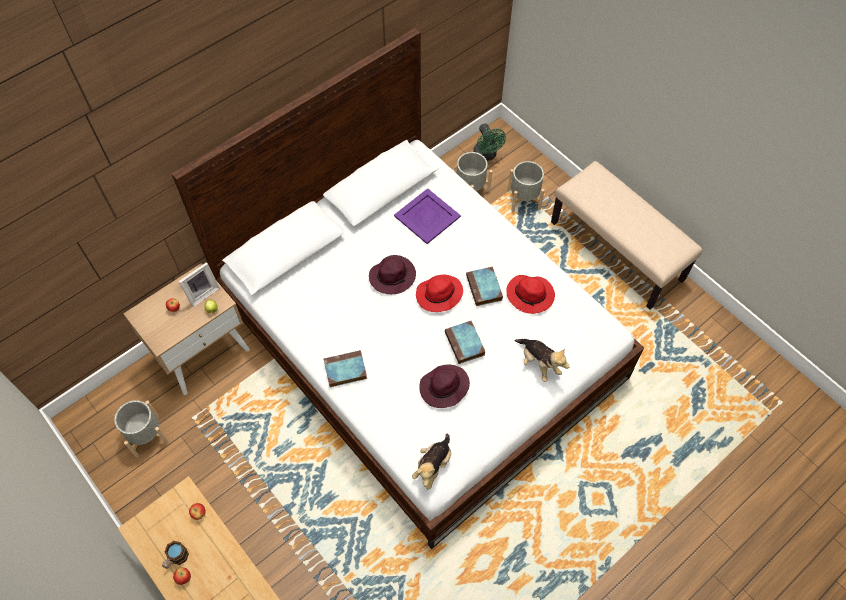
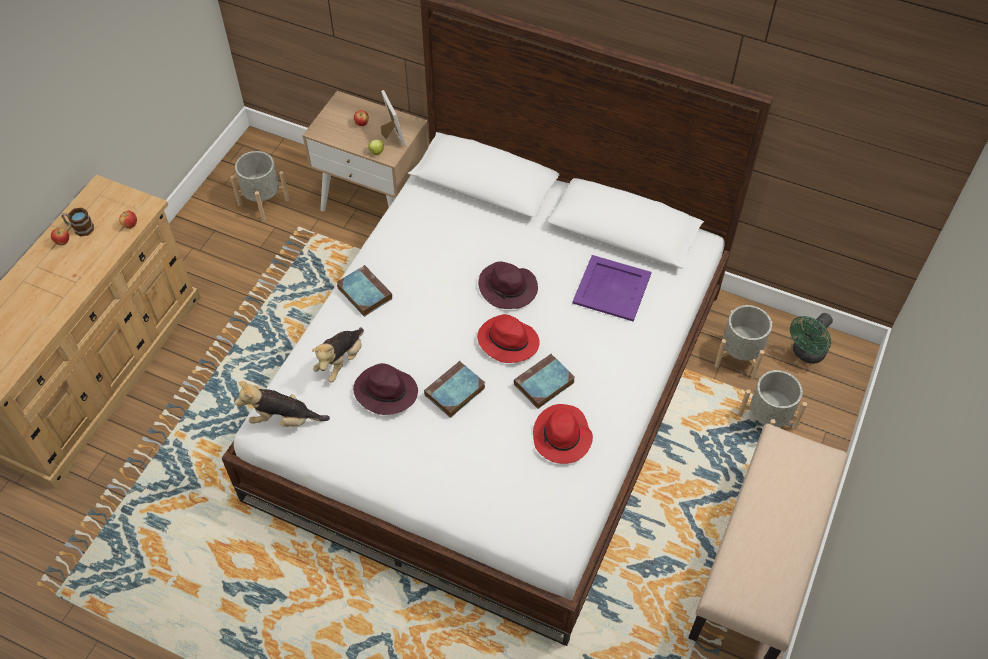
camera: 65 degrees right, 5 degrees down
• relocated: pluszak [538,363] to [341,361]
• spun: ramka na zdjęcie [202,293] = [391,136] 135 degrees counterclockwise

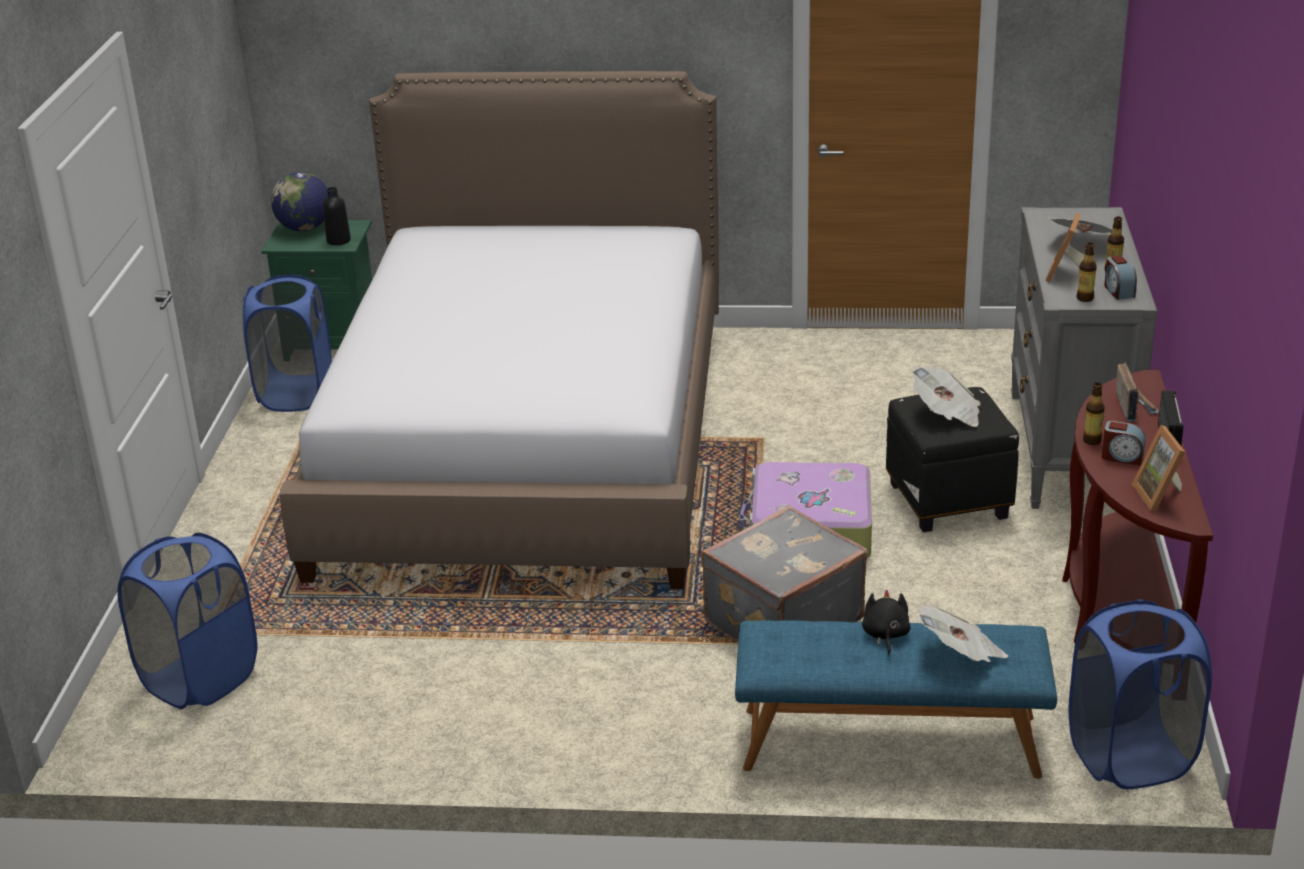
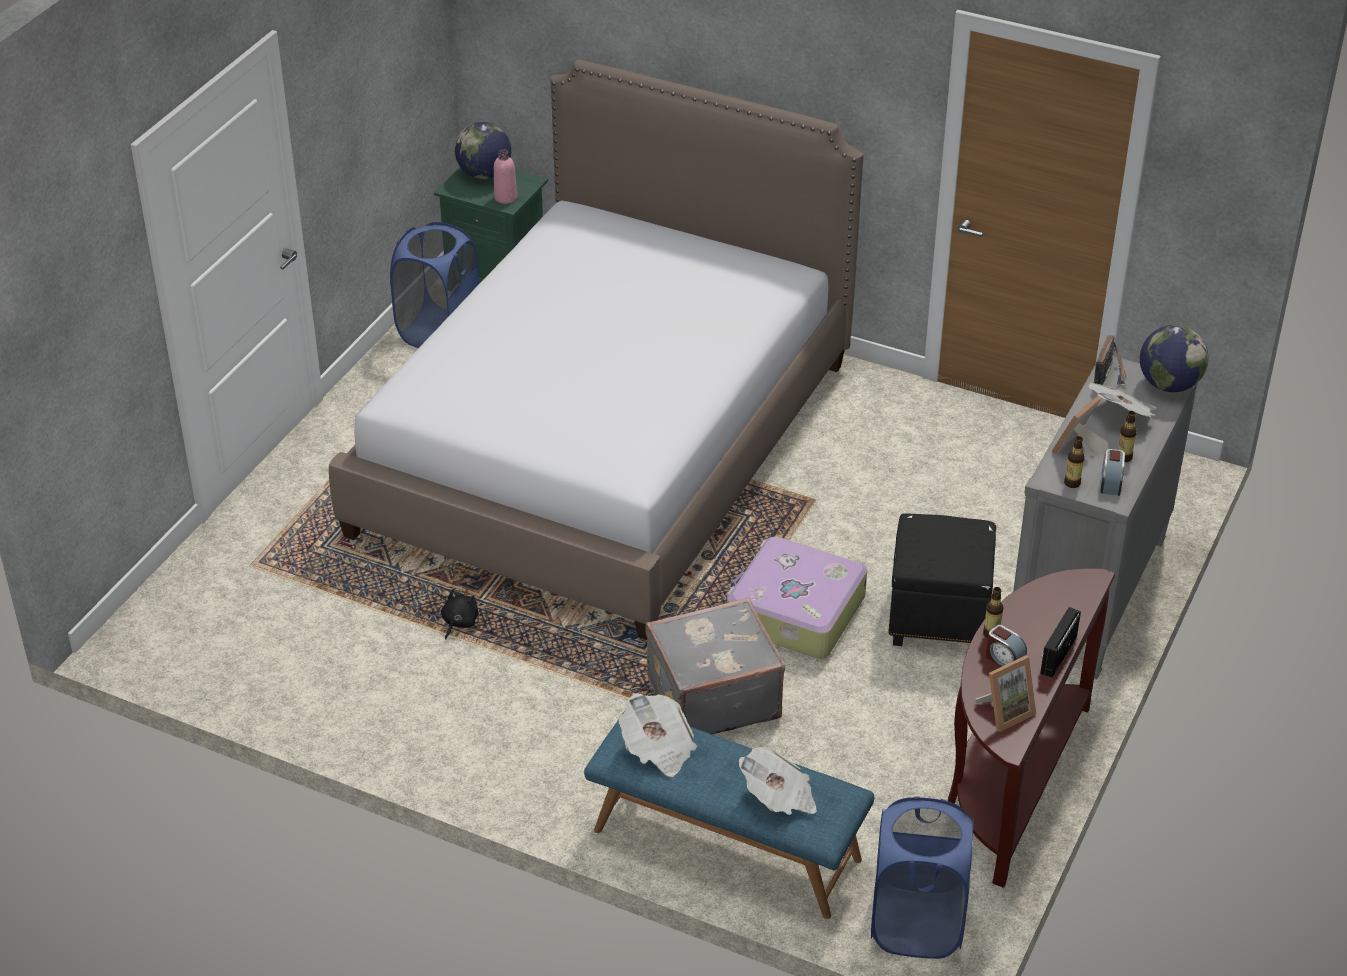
camera: 20 degrees right, 10 degrees up
• relocated: pluszak [czarny] [885,635] to [459,622]
• colour: butelka [czarny] [338,240] to butelka [różowy] [505,197]
• relocated: gazeta [947,413] to [658,749]
• spun: ramka na zdjęcie [1161,496] = [1005,711] 135 degrees counterclockwise
• relocated: radio [1133,407] to [1110,375]
• appeared: globus [1169,385]
• missing: kosz na pranie [niebieski] [200,679]

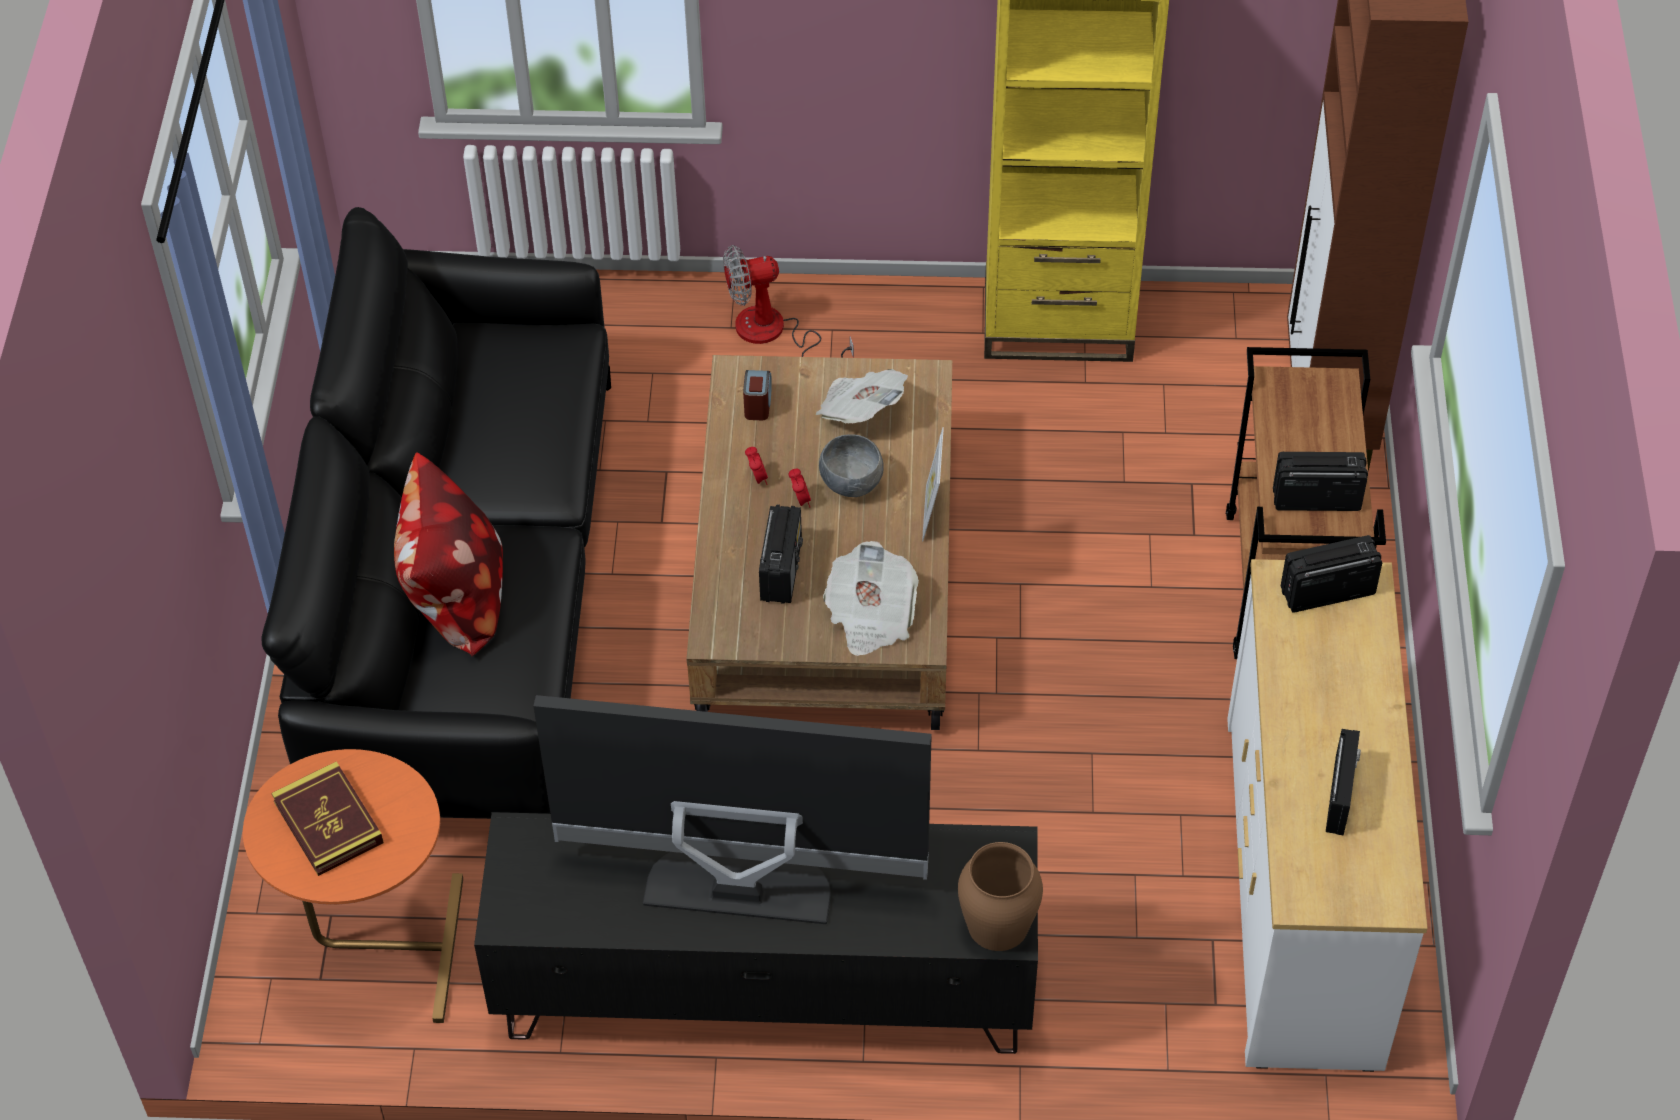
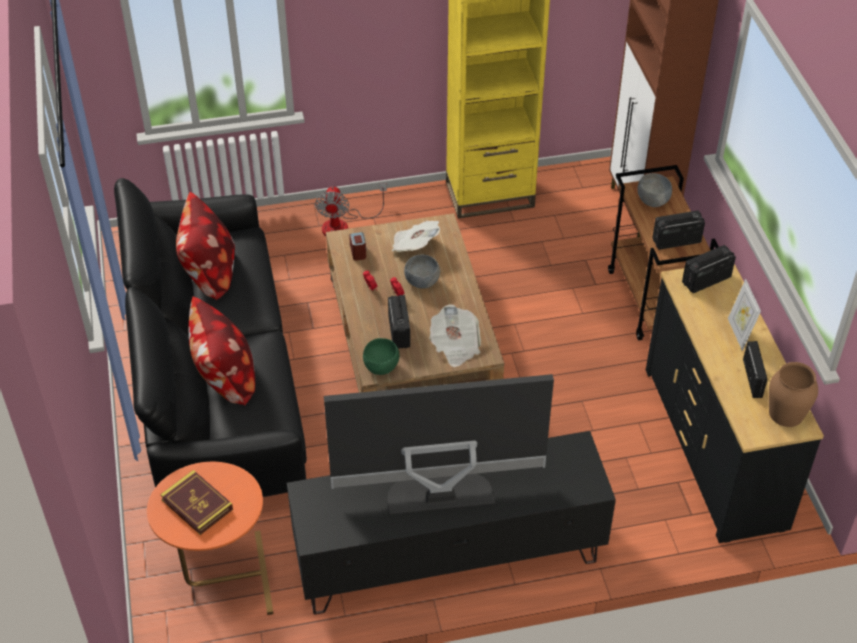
camera: 15 degrees left, 5 degrees down
• appeared: poduszka [209,274]
• spun: wentylator [774,334] = [343,225] 60 degrees counterclockwise
• appeared: miska [zielony] [381,367]
• appeared: miska [szary] [652,202]
• colour: komoda [biały] [1304,888] to komoda [czarny] [715,446]
• relocated: ramka na zdjęcie [932,513] to [739,333]
• relocated: wazon [brązowy] [998,925] to [786,413]

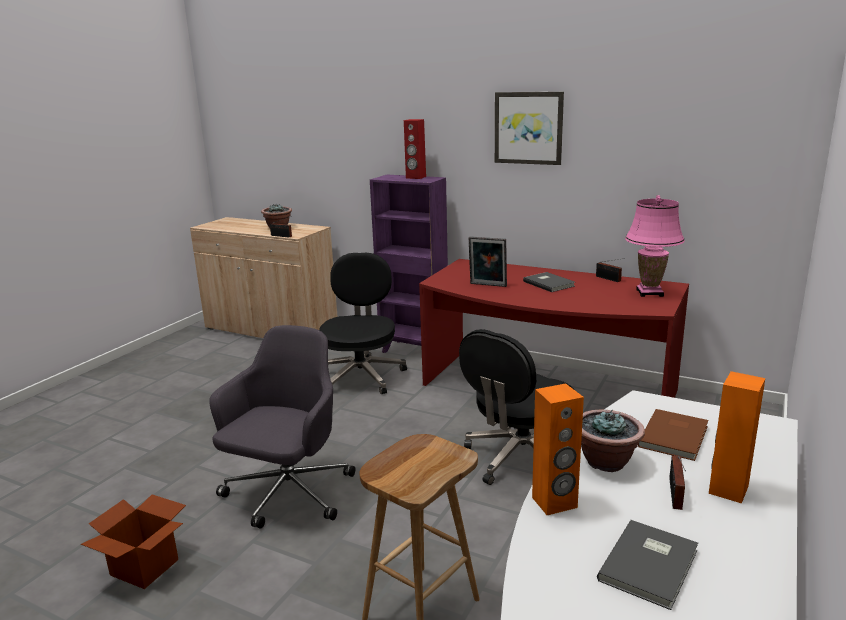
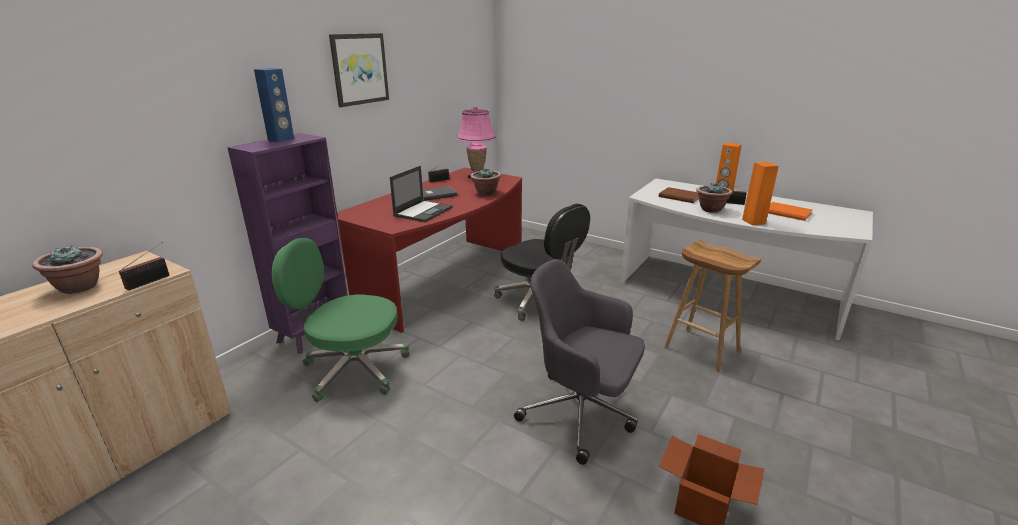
camera: 85 degrees left, 5 degrees up
• colour: głośnik [czerwony] [415,177] to głośnik [niebieski] [281,139]
• colour: krzesło biurowe [czarny] [361,375] to krzesło biurowe [zielony] [353,369]
• exchanged: ramka na zdjęcie [487,285] to laptop [423,211]
• appeared: roślina doniczkowa [486,193]
• colour: książka [szary] [651,565] to książka [pomarańczowy] [787,212]

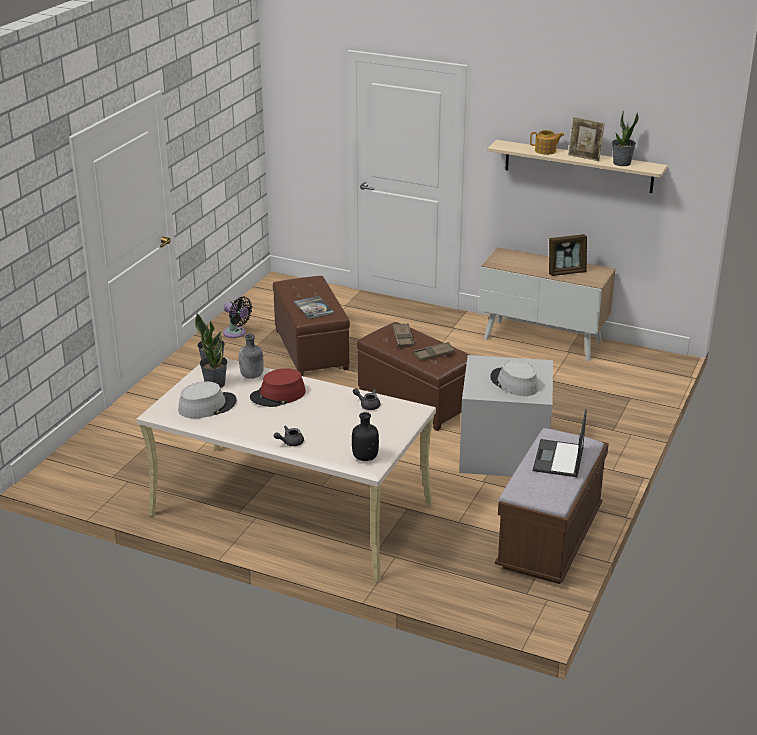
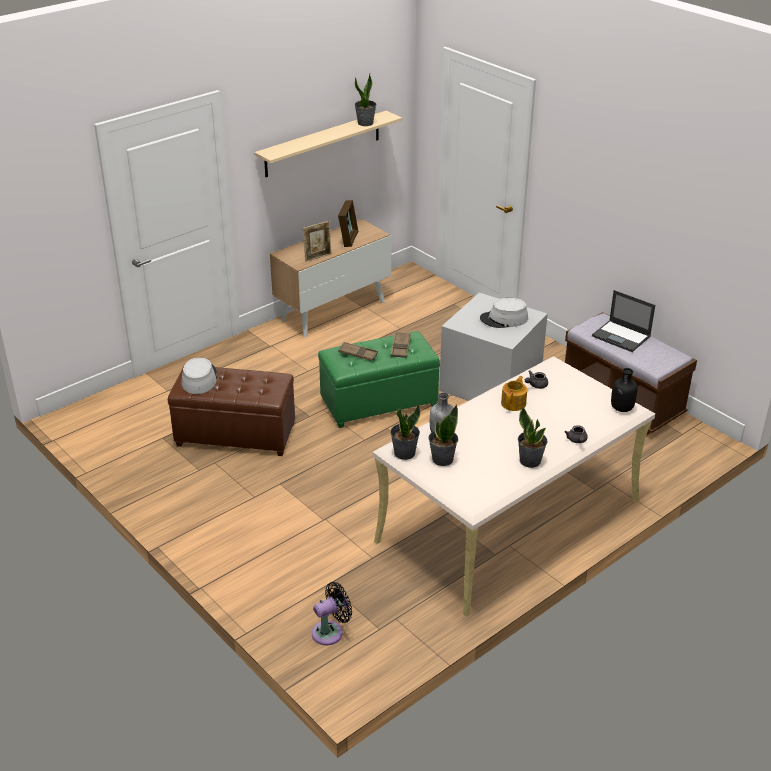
camera: 65 degrees left, 5 degrees up
• relocated: kapelusz [szary] [207,406] to [199,379]
• relocated: ramka na zdjęcie [584,157] to [318,257]
• relocated: wentylator [czarny] [236,333] to [330,632]
• colour: pufa [brązowy] [416,400] to pufa [zielony] [378,402]
• relocated: imbryk [546,151] to [514,403]
• appeared: roślina doniczkowa [530,460]
• missing: kapelusz [czerwony] [278,395]
• missing: książka [313,308]

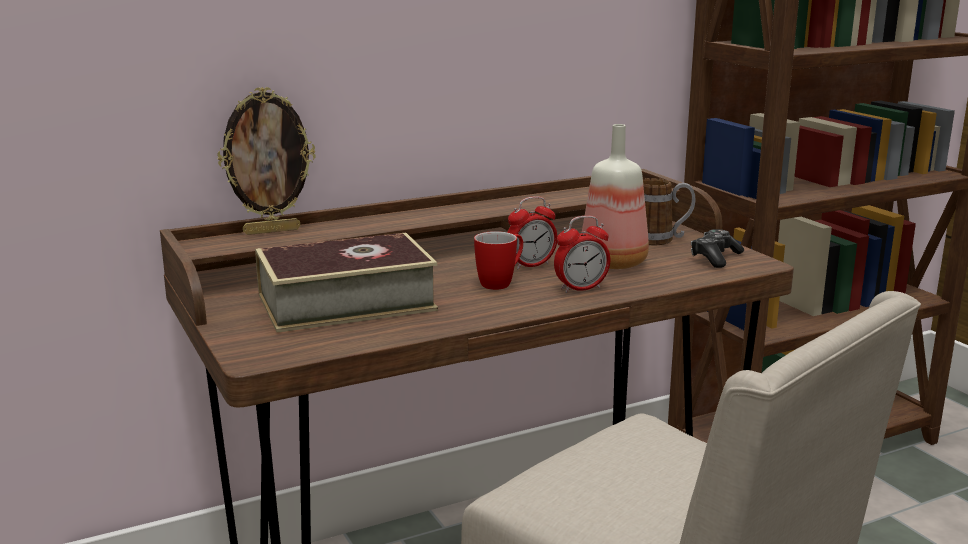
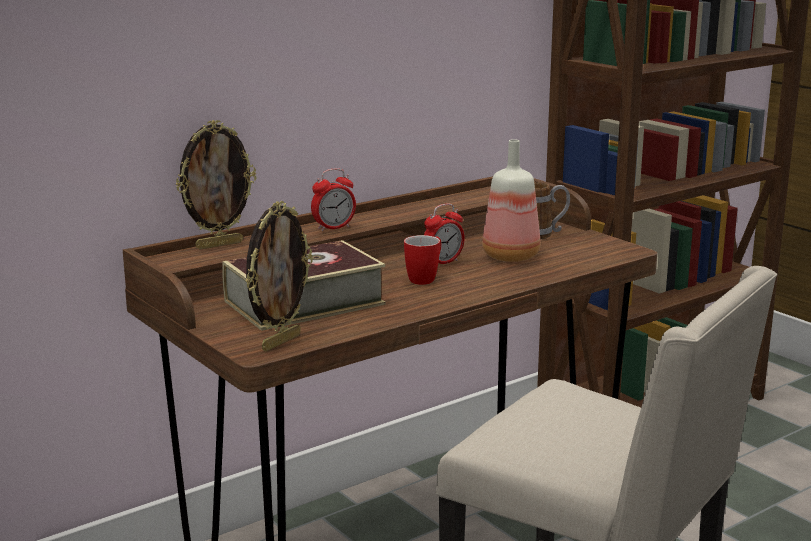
camera: 10 degrees left, 0 degrees up
• appeared: ramka na zdjęcie [280,342]
• relocated: budzik [581,288] to [333,228]
• missing: pad do gier [715,258]

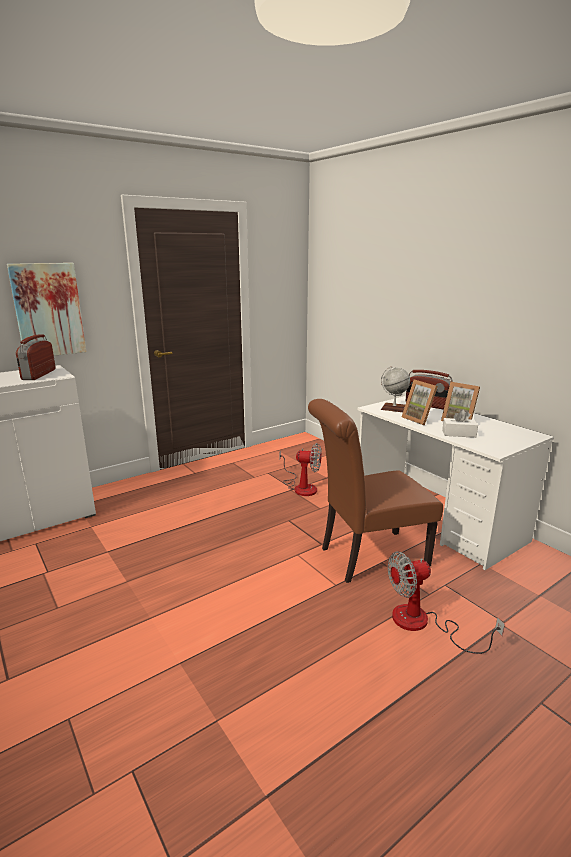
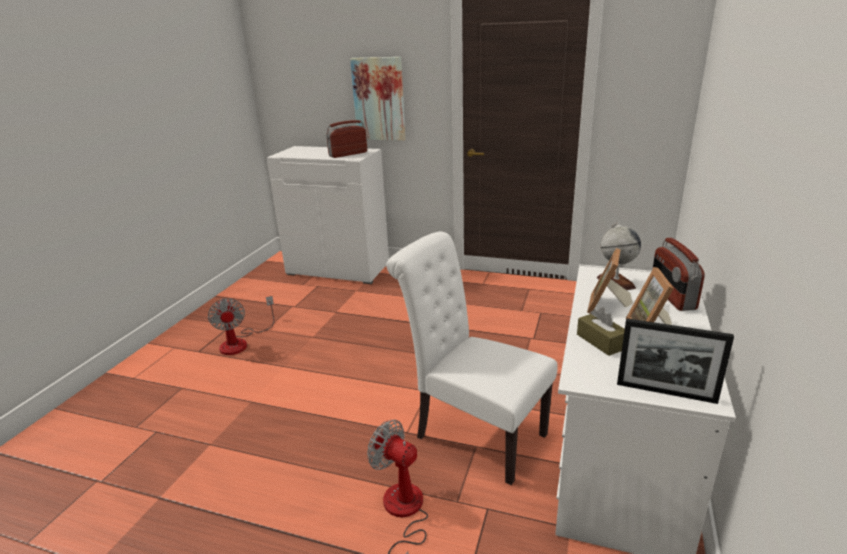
camera: 55 degrees right, 5 degrees up
• relocated: wentylator [301,487] to [241,342]
• colour: krzesło [brązowy] [367,557] to krzesło [biały] [473,433]
• colour: pudełko chusteczek [biały] [459,434] to pudełko chusteczek [brązowy] [601,341]
• appeared: ramka na zdjęcie [665,392]

